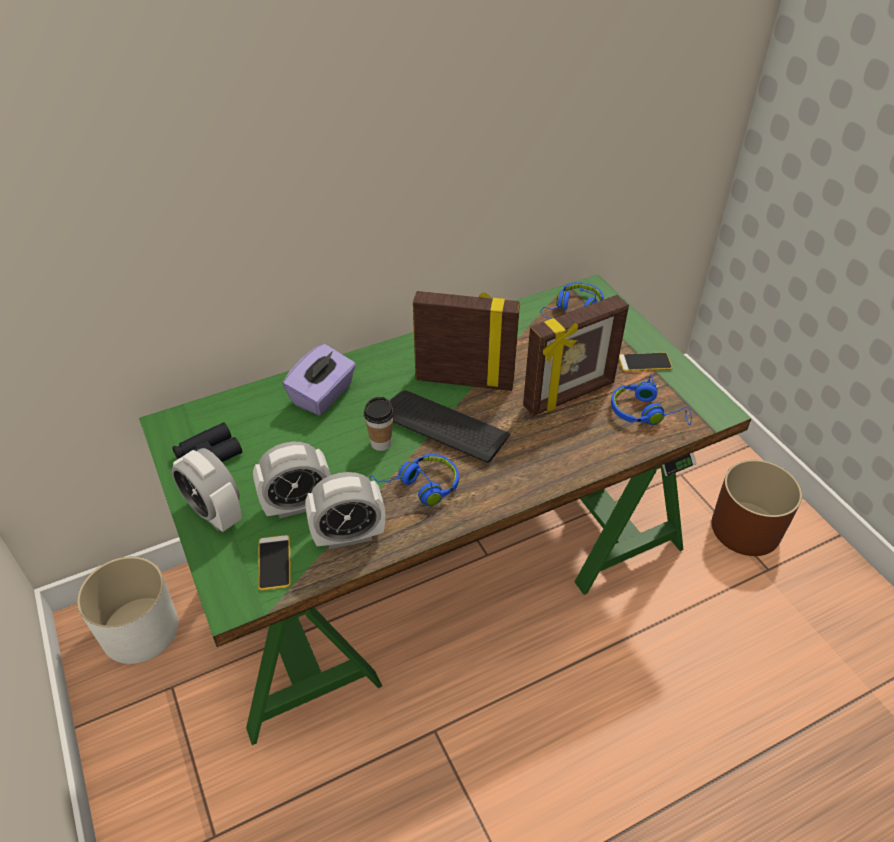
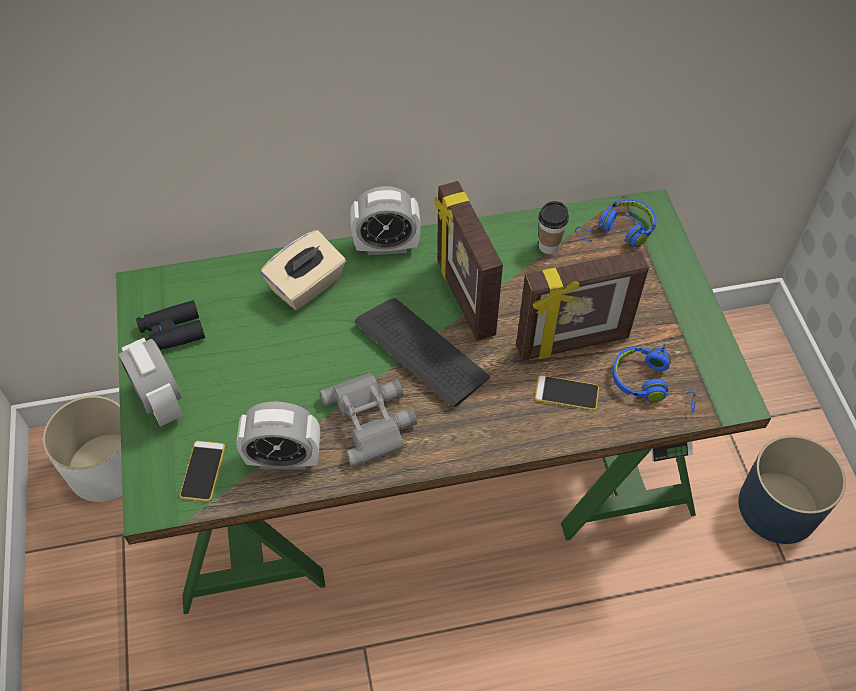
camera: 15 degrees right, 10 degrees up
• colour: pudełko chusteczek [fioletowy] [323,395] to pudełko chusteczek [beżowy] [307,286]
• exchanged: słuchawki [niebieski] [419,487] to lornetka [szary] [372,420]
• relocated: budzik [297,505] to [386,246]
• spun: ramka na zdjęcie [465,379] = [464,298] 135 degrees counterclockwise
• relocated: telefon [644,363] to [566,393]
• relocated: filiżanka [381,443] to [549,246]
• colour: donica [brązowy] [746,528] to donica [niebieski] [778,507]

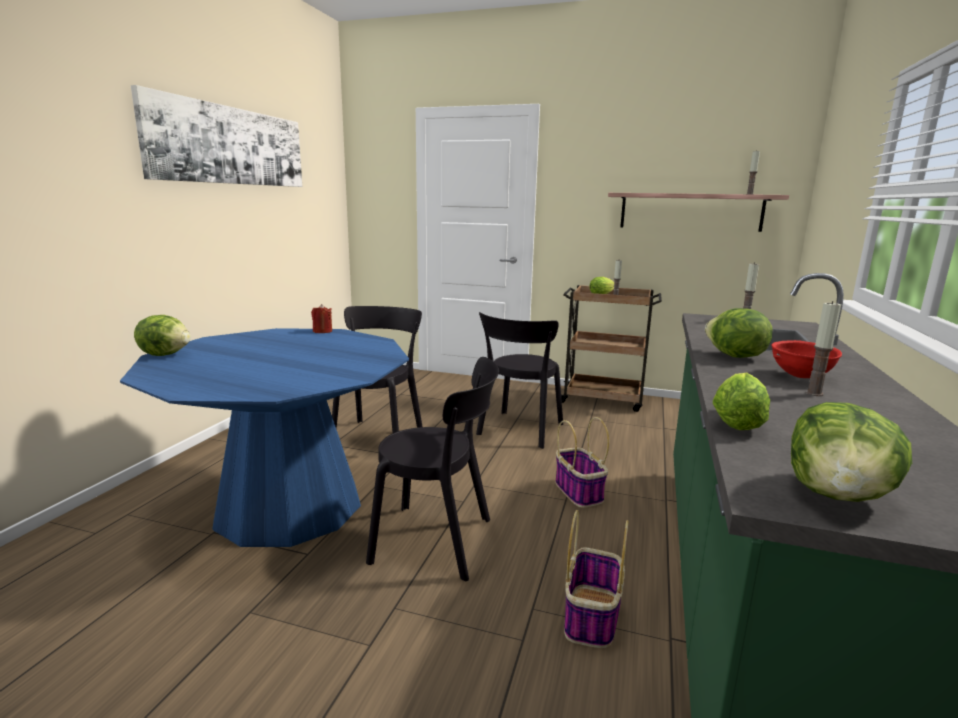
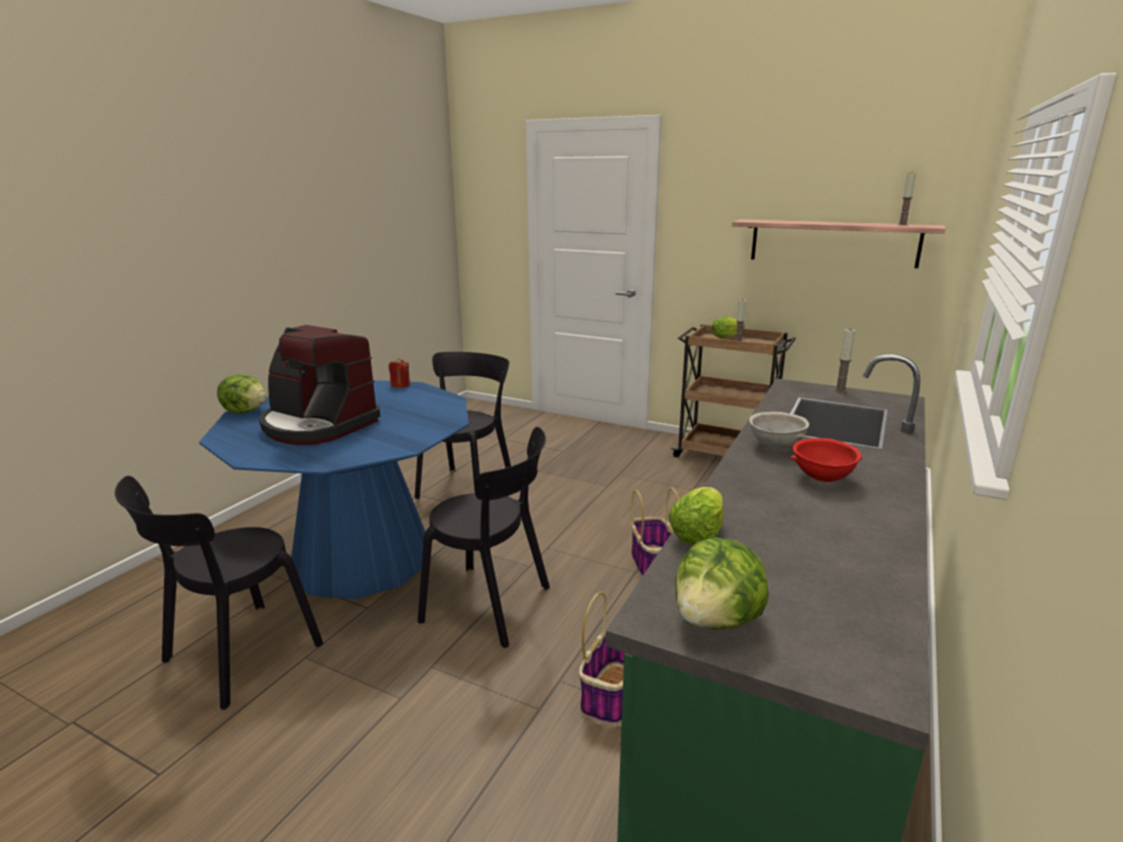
camera: 10 degrees right, 5 degrees up
• relocated: krzesło [czarny] [519,431] to [236,656]
• appeared: ekspres do kawy [318,425]
• exchanged: sałata [734,356] to miska [szary] [775,447]
• missing: obraz [230,146]
• missing: świeca [814,393]

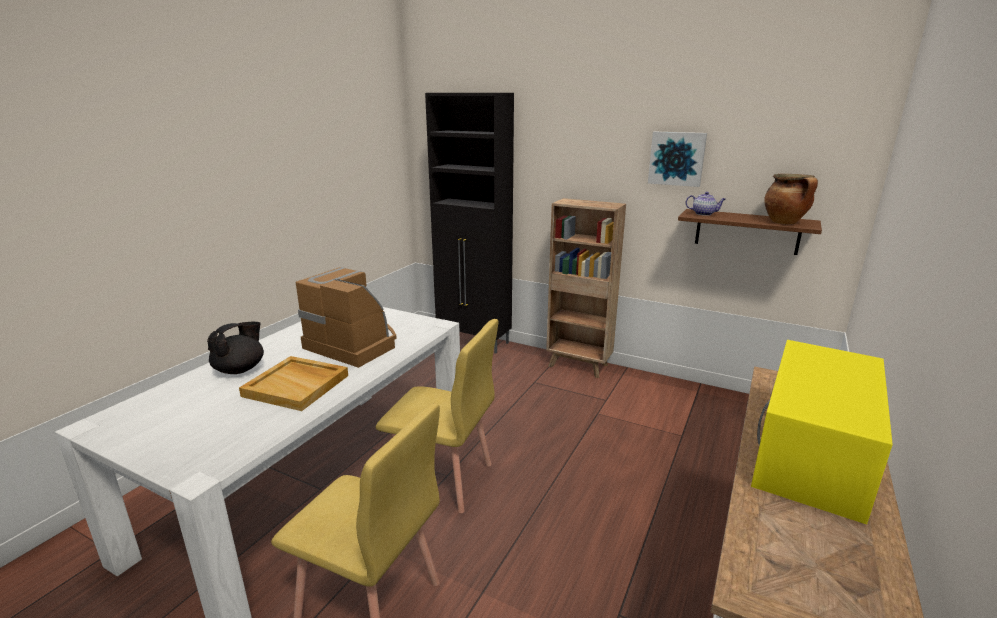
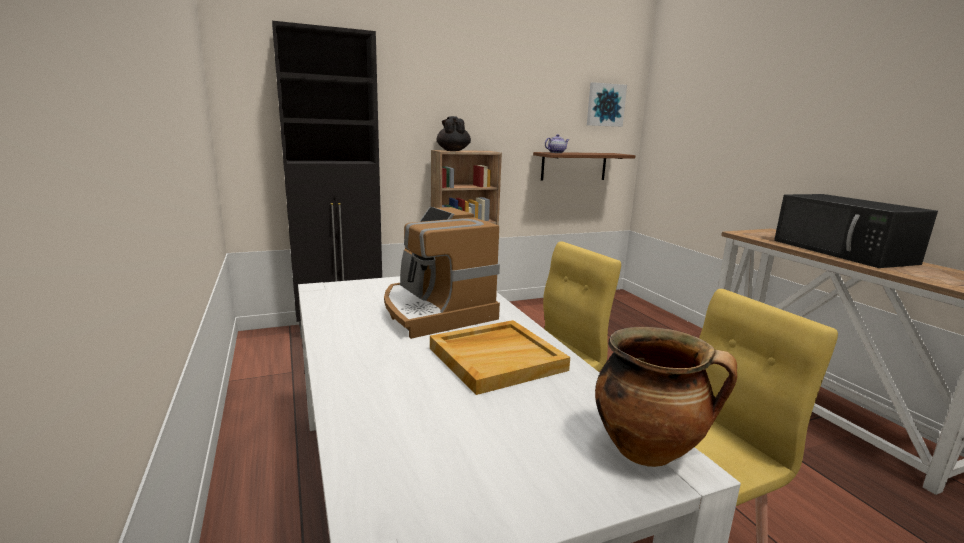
camera: 50 degrees left, 5 degrees down
• spun: ekspres do kawy [354,344] = [434,311] 105 degrees counterclockwise
• relocated: imbryk [czarny] [240,369] to [453,150]
• relocated: obraz [677,158] to [605,105]
• relocated: garnek [785,222] to [648,450]
• colour: mikrofalówka [żółty] [813,454] to mikrofalówka [czarny] [844,252]

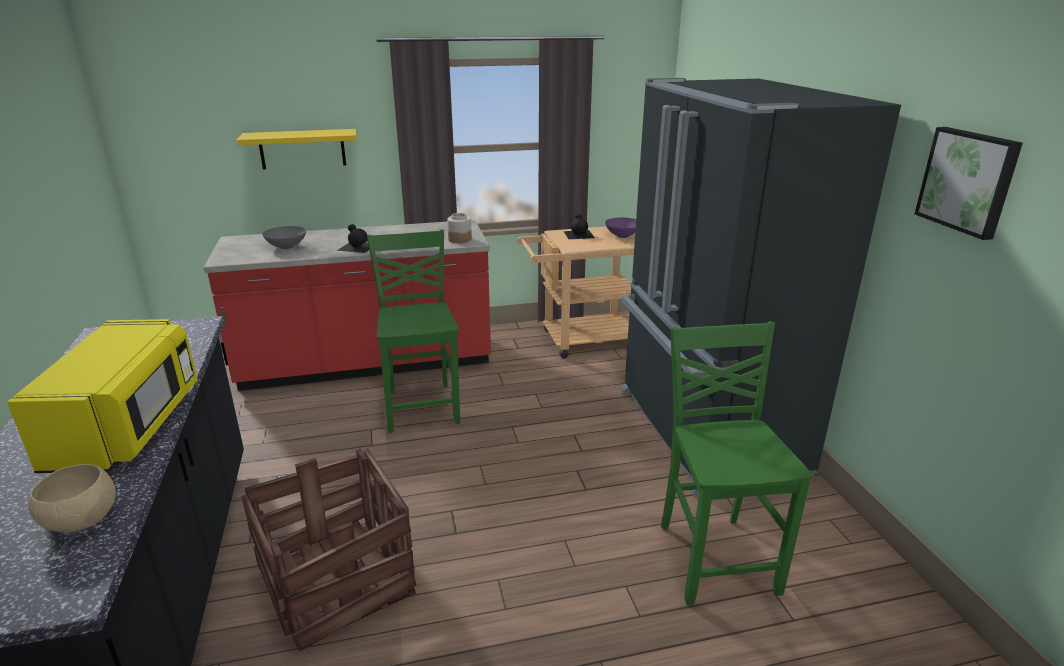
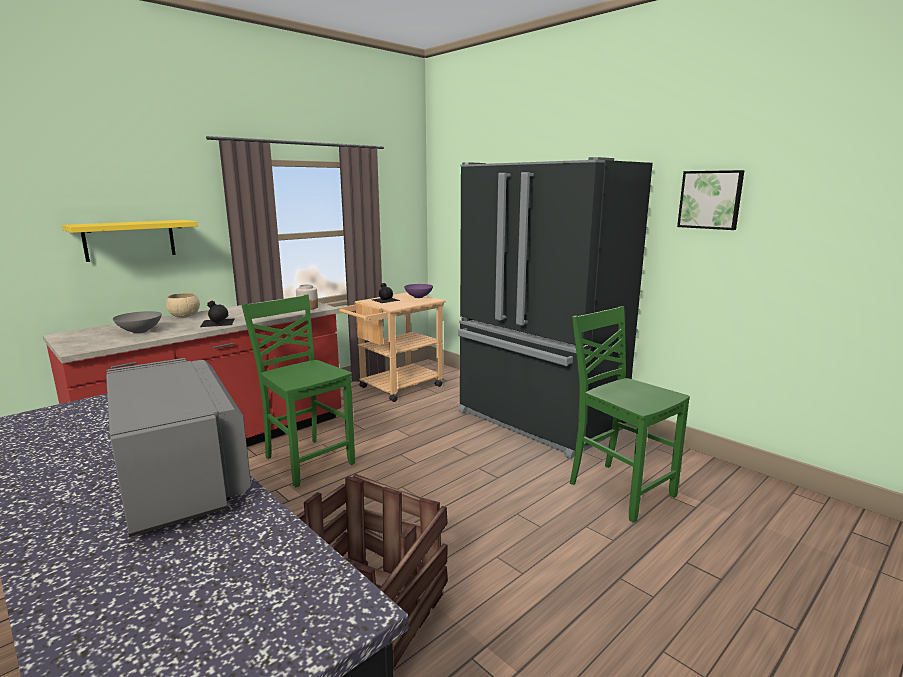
camera: 30 degrees left, 10 degrees down
• colour: mikrofalówka [żółty] [128,427] to mikrofalówka [szary] [180,478]
• relocated: miska [beżowy] [83,521] to [185,316]

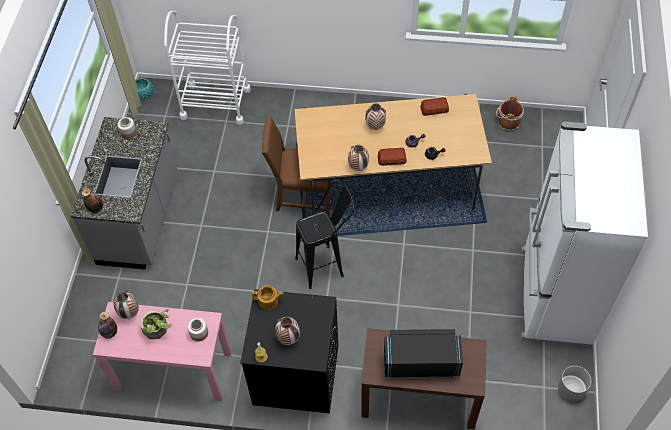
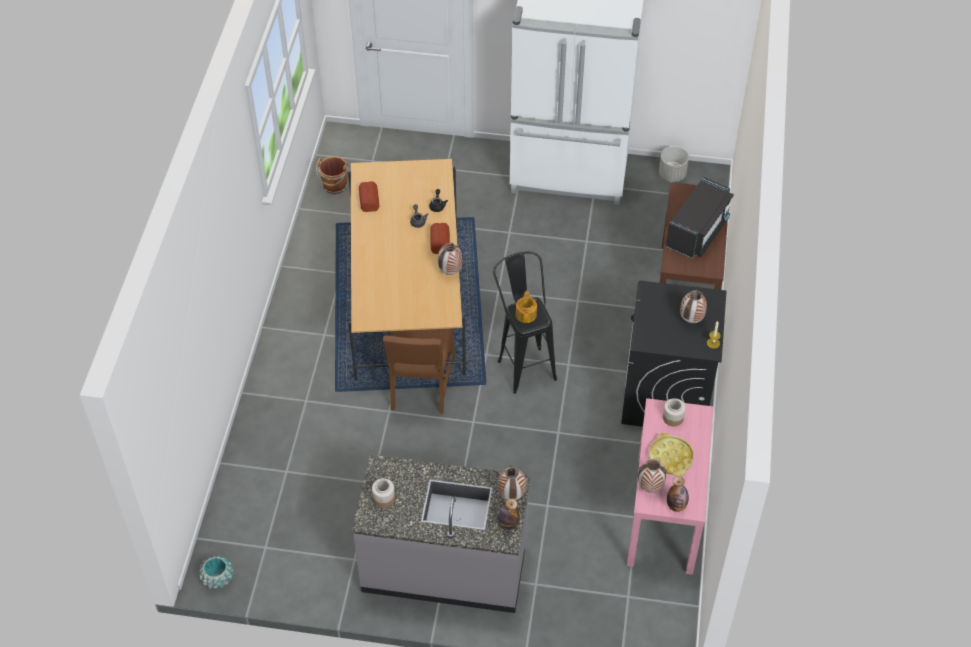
camera: 90 degrees left, 5 degrees down
• relocated: wazon [375,127] to [511,495]
• relocated: imbryk [268,301] to [526,314]
• exchanged: roślina doniczkowa [158,330] to taca [żółty] [670,457]
• spun: mikrofalówka [czarny] [421,362] = [697,232] 150 degrees counterclockwise
• missing: wózek [biały] [215,103]

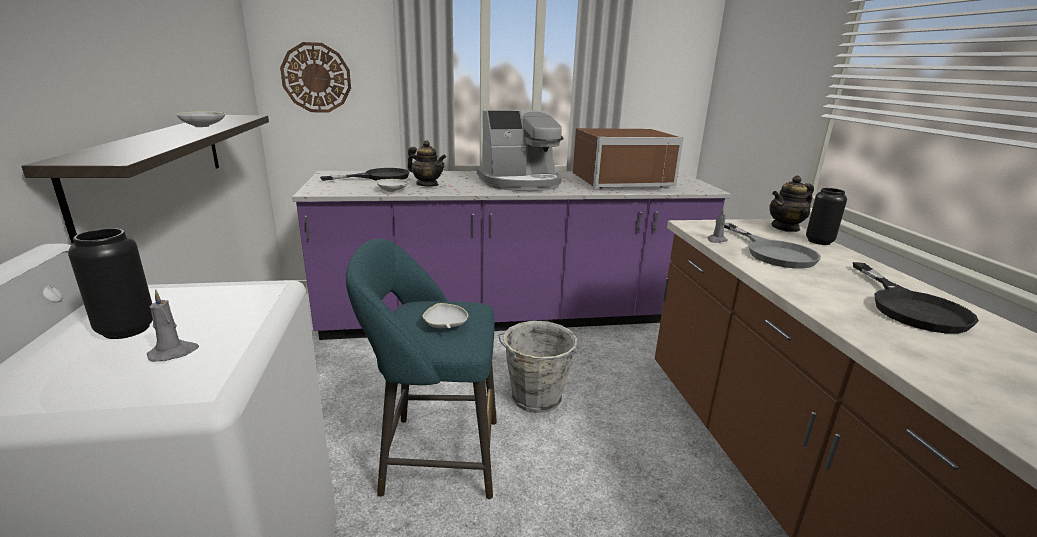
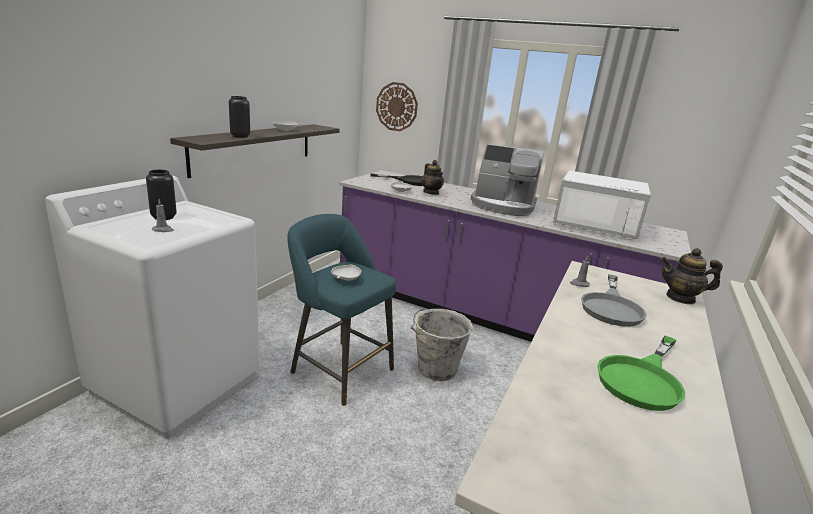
camera: 35 degrees right, 0 degrees up
• relocated: wazon [czarny] [819,241] to [240,136]
• colour: mikrofalówka [brązowy] [619,180] to mikrofalówka [biały] [596,223]
• colour: patelnia [czarny] [910,307] to patelnia [zielony] [642,379]

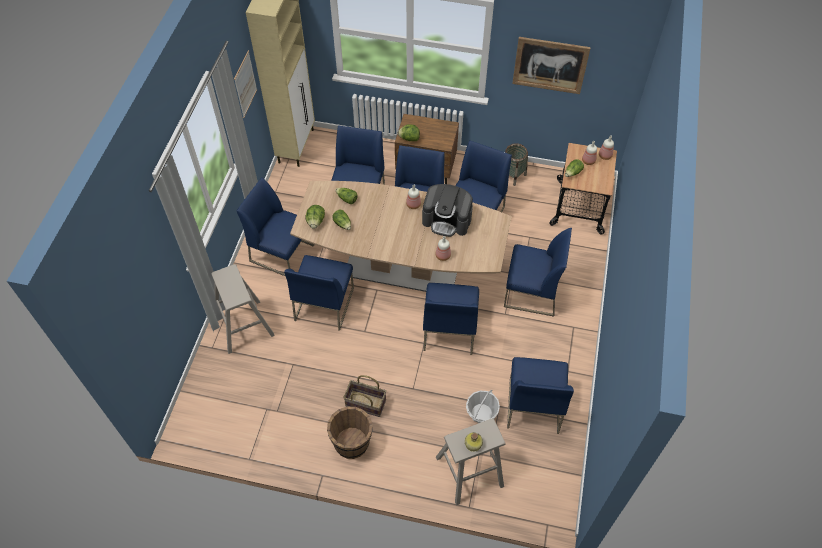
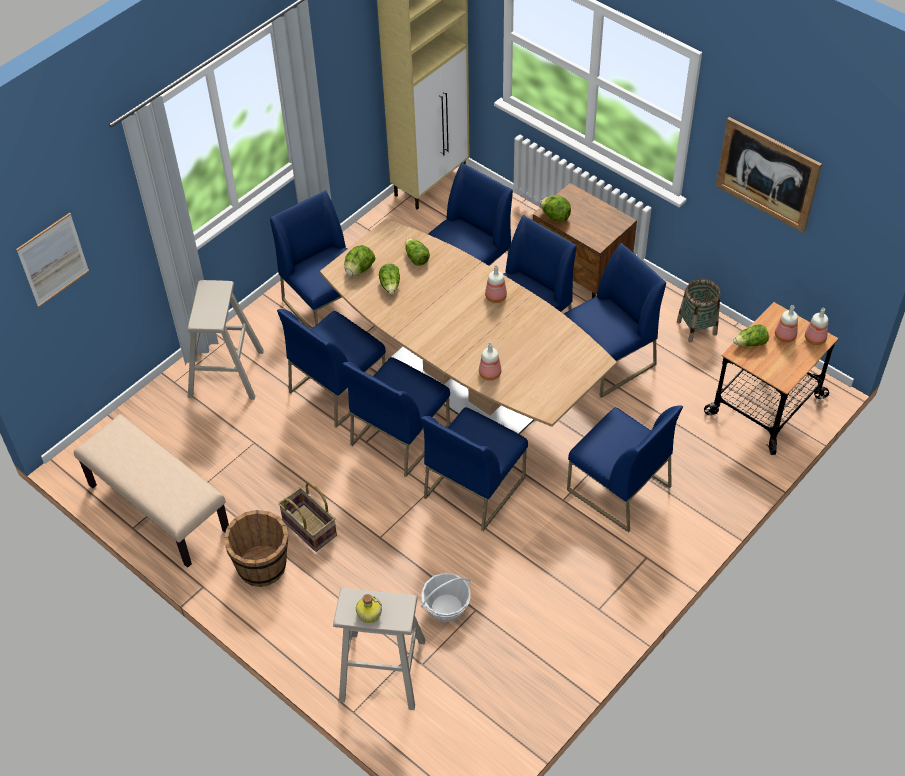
camera: 30 degrees right, 5 degrees down
• relocated: obraz [245,84] to [53,260]
• appeared: ławka [beżowy] [157,508]
• relocated: krzesło [niebieski] [533,405] to [400,435]
• missing: ekspres do kawy [447,220]

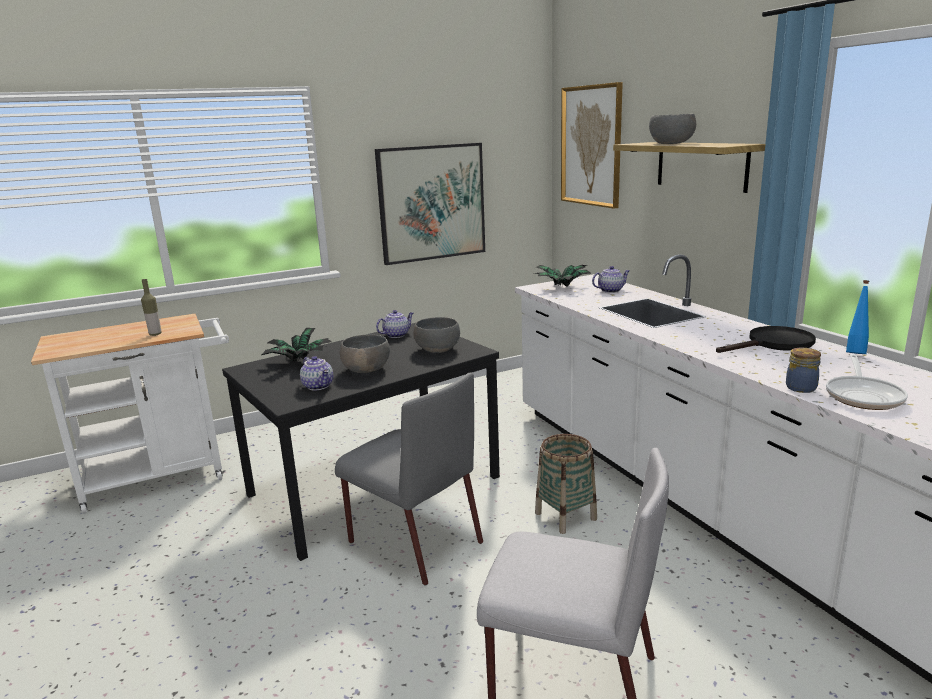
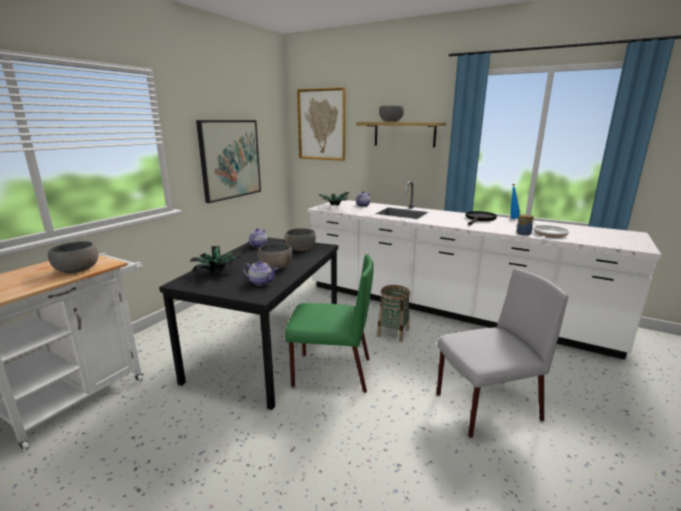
camera: 35 degrees left, 0 degrees up
• exchanged: butelka [155,334] to miska [szary] [77,270]
• colour: krzesło [szary] [413,541] to krzesło [zielony] [330,372]

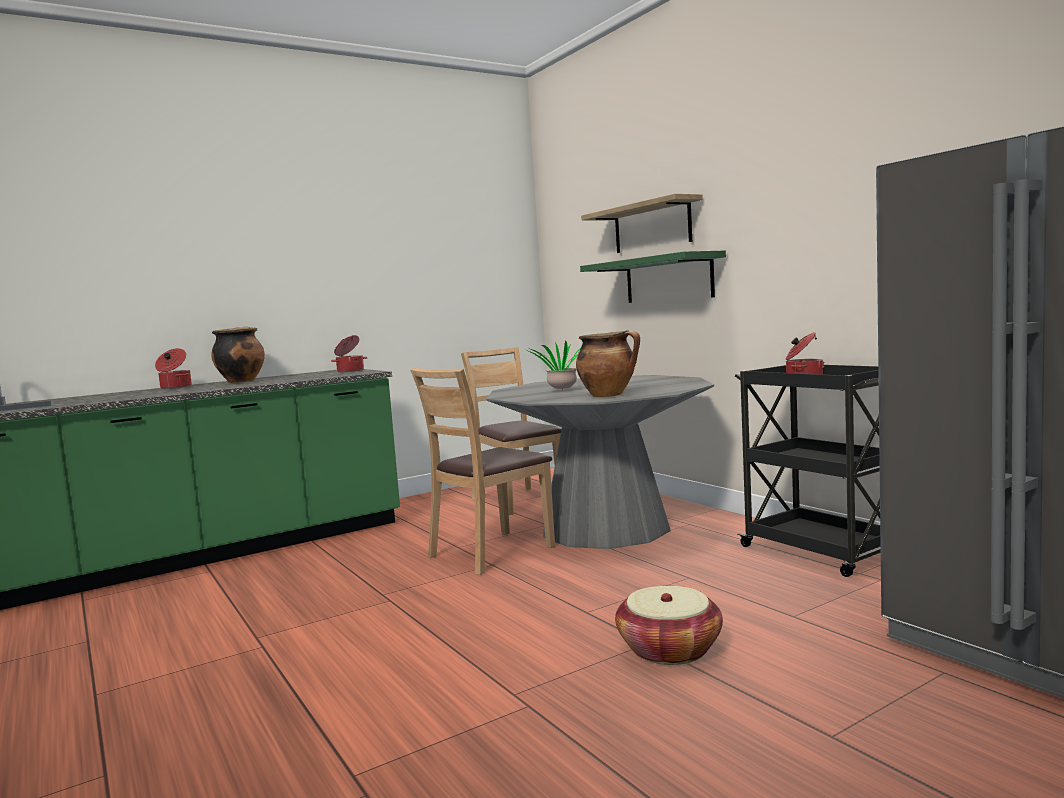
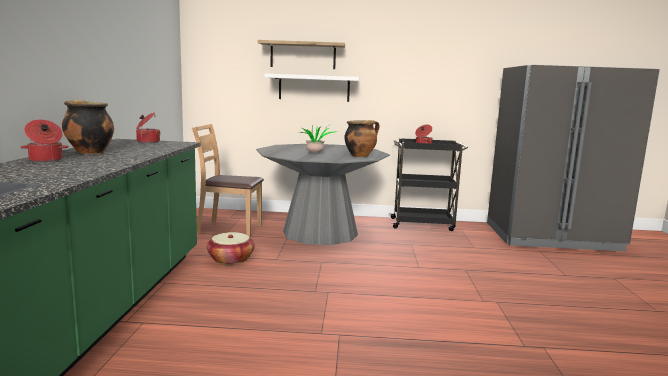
camera: 55 degrees left, 5 degrees up
• relocated: koszyk [669,649] to [231,259]
• colour: półka [zielony] [668,279] to półka [biały] [314,88]
• missing: krzesło [brązowy] [491,552]

